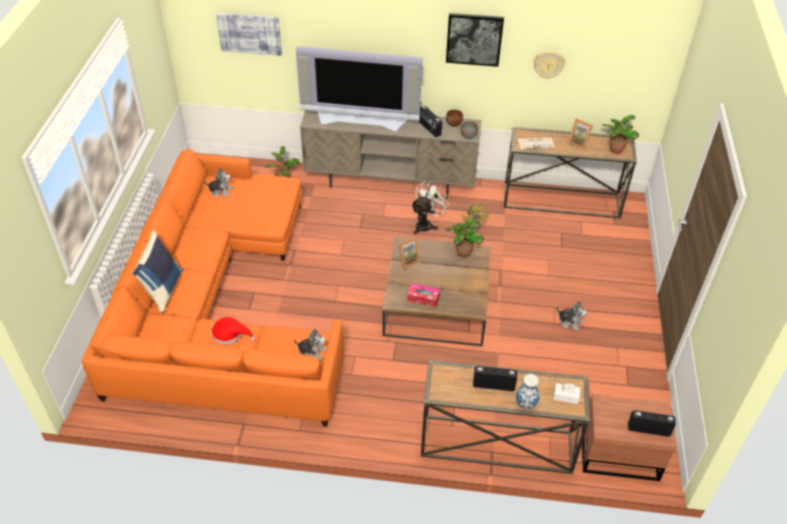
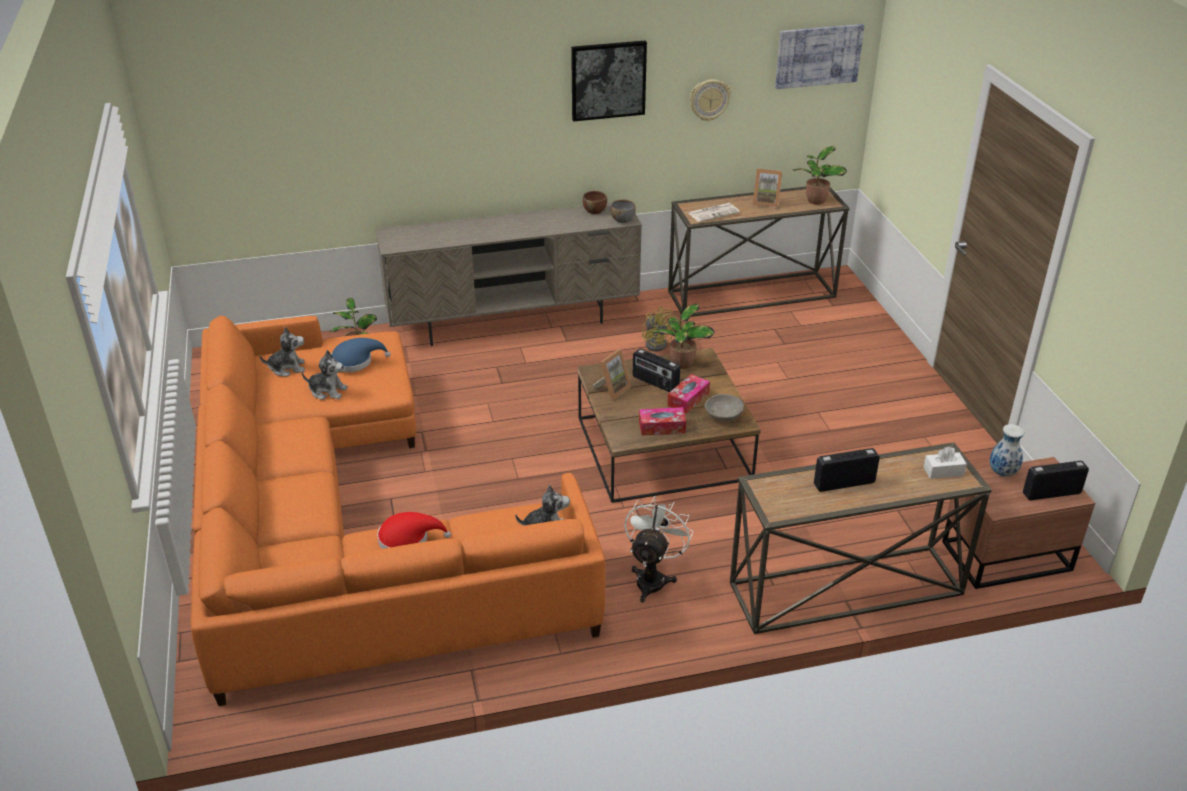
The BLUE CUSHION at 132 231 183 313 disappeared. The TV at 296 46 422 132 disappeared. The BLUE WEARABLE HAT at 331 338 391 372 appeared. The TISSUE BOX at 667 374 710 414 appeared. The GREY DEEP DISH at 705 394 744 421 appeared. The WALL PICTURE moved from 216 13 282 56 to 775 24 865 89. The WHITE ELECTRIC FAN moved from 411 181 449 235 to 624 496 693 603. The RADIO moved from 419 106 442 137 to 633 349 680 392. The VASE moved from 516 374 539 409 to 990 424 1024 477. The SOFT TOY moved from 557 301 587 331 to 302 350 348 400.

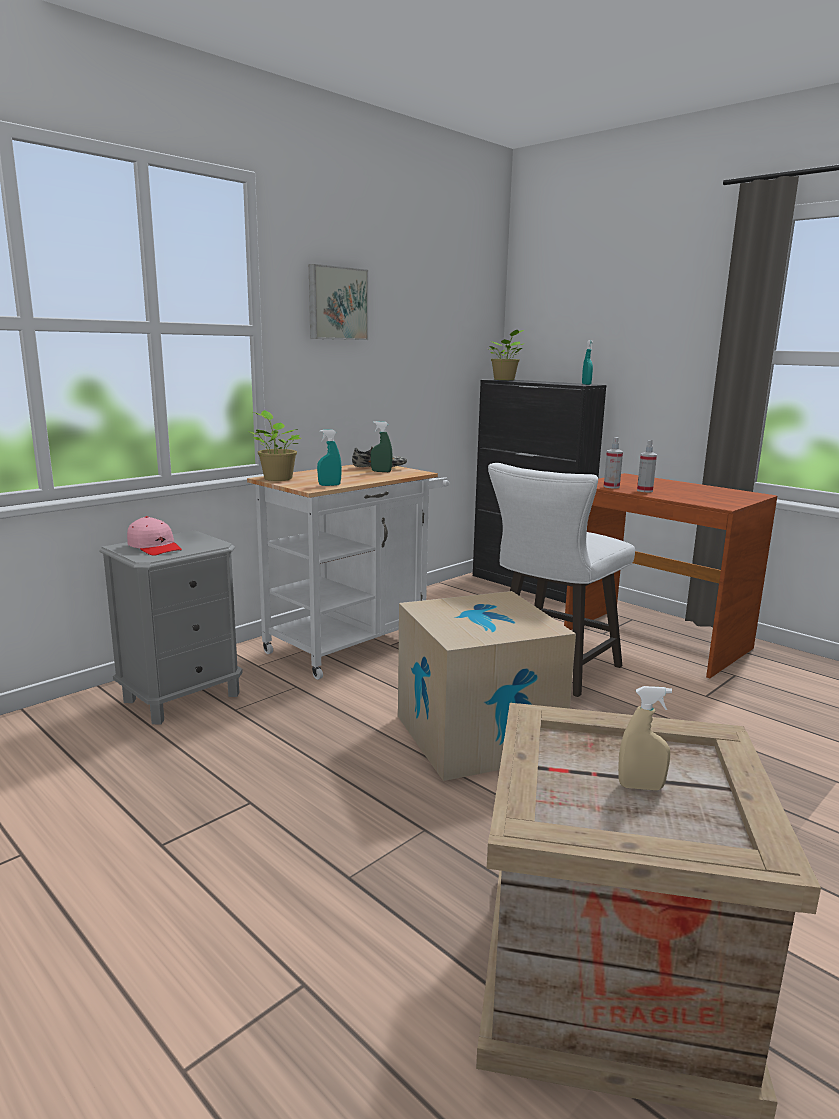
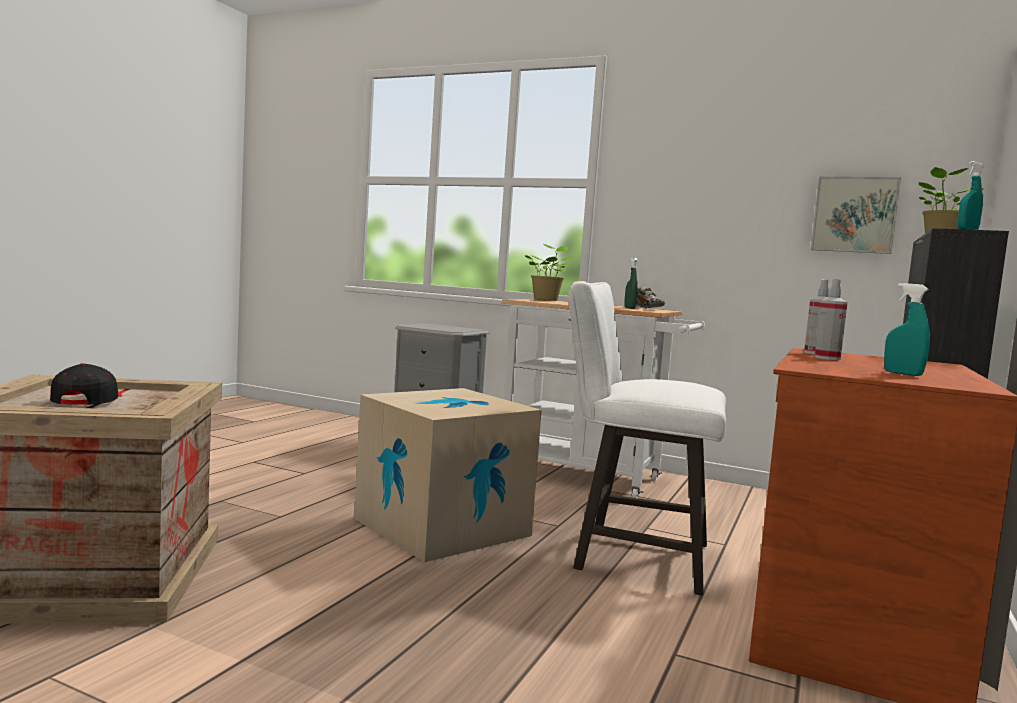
The PINK CAP at 127 516 182 556 disappeared. The WALL PICTURE moved from 309 264 368 340 to 811 177 901 254. The TURQUOISE-COLOURED HAND SPRAYER moved from 317 430 342 486 to 884 283 930 376. The SAND-COLOURED HAND SPRAYER at 618 686 672 790 was replaced by the BLACK CAP at 50 363 122 405.

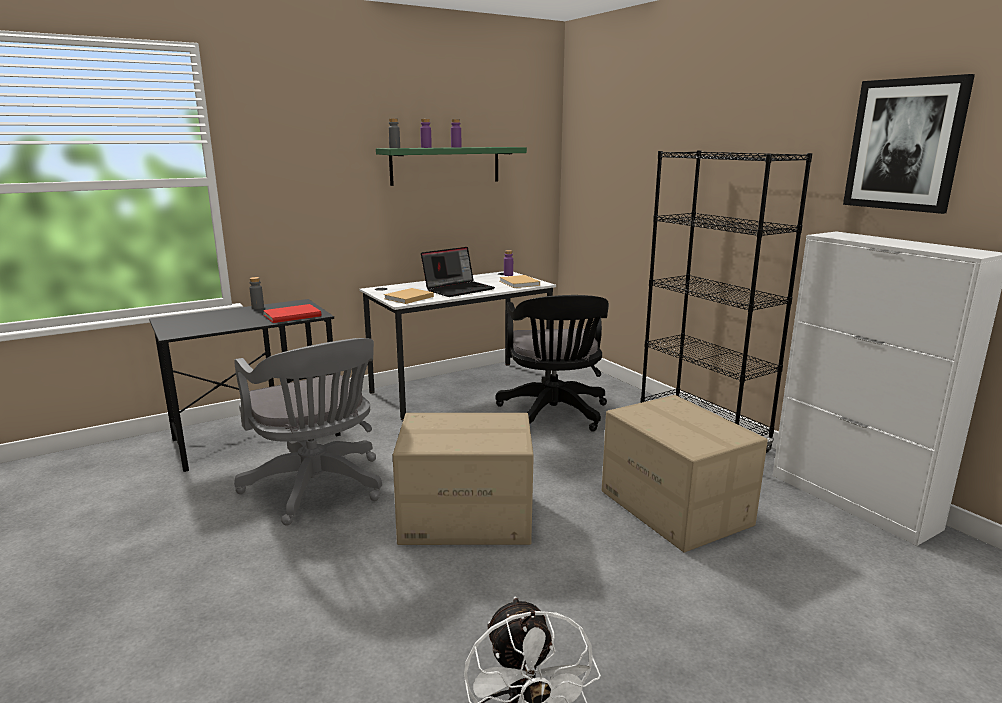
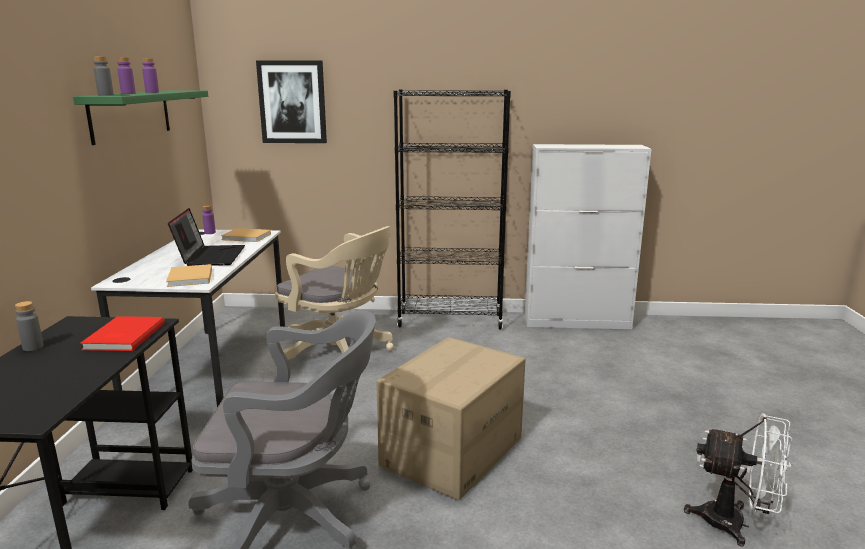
The PACKING BOX at 602 395 768 552 disappeared. The WALL PICTURE moved from 843 74 975 214 to 256 60 327 143. The BLACK OFFICE CHAIR at 495 295 609 432 became the SAND-COLOURED OFFICE CHAIR at 275 226 394 360.

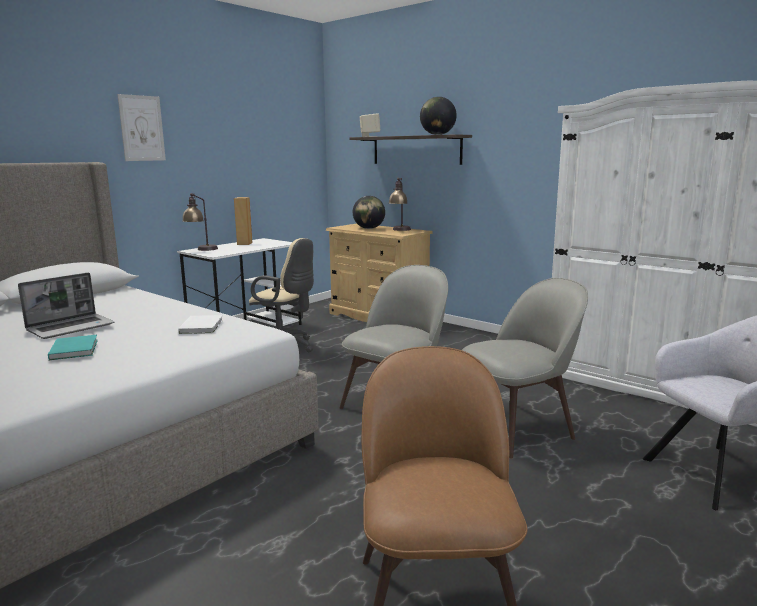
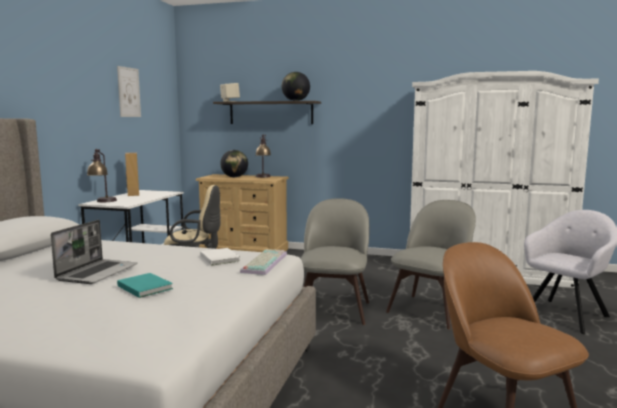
The COMPUTER KEYBOARD at 240 249 287 275 appeared. The WALL PICTURE moved from 117 94 166 161 to 117 66 141 117.

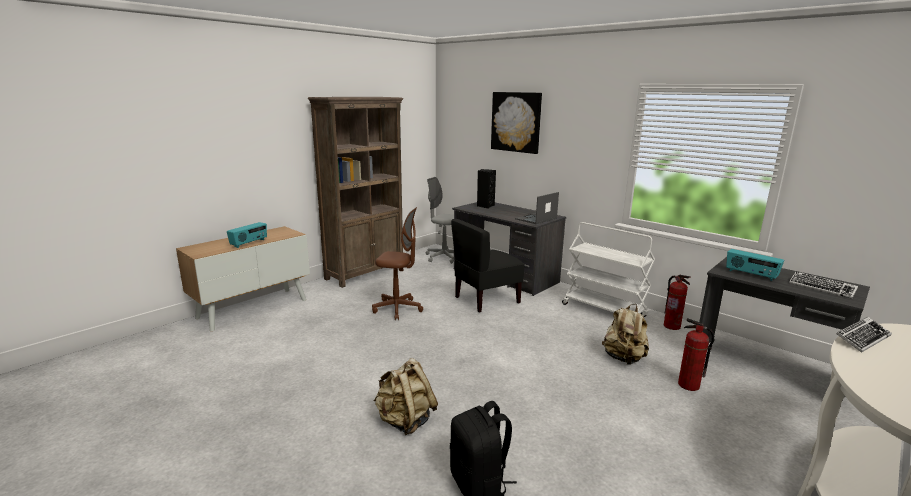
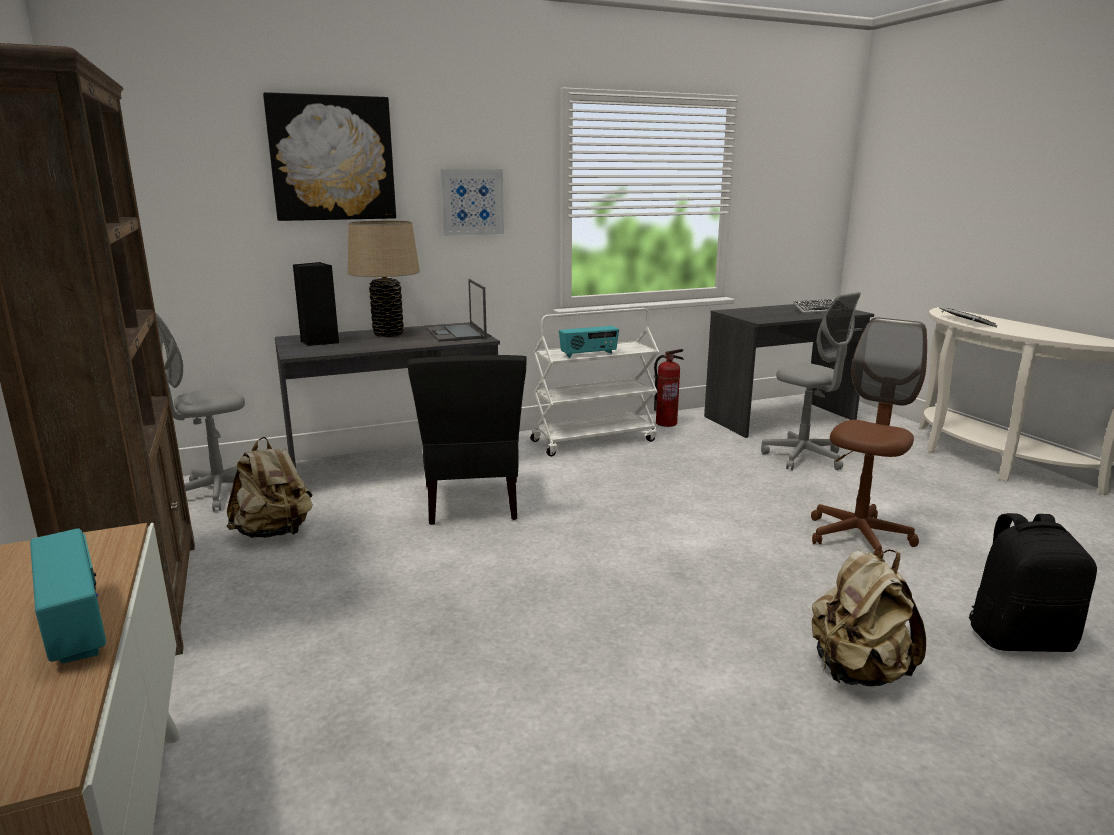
The SAND-COLOURED LAMP FOR A TABLE at 348 220 420 337 appeared. The WALL PICTURE at 440 169 504 236 appeared. The BROWNISH OFFICE CHAIR moved from 372 207 423 320 to 811 317 927 556. The SAND-COLOURED KNAPSACK moved from 602 304 649 365 to 227 437 313 538. The RADIO moved from 726 249 784 281 to 559 326 619 358. The FIRE-FIGHTING CYLINDER at 678 318 715 391 was replaced by the GREY OFFICE CHAIR at 761 292 861 470.

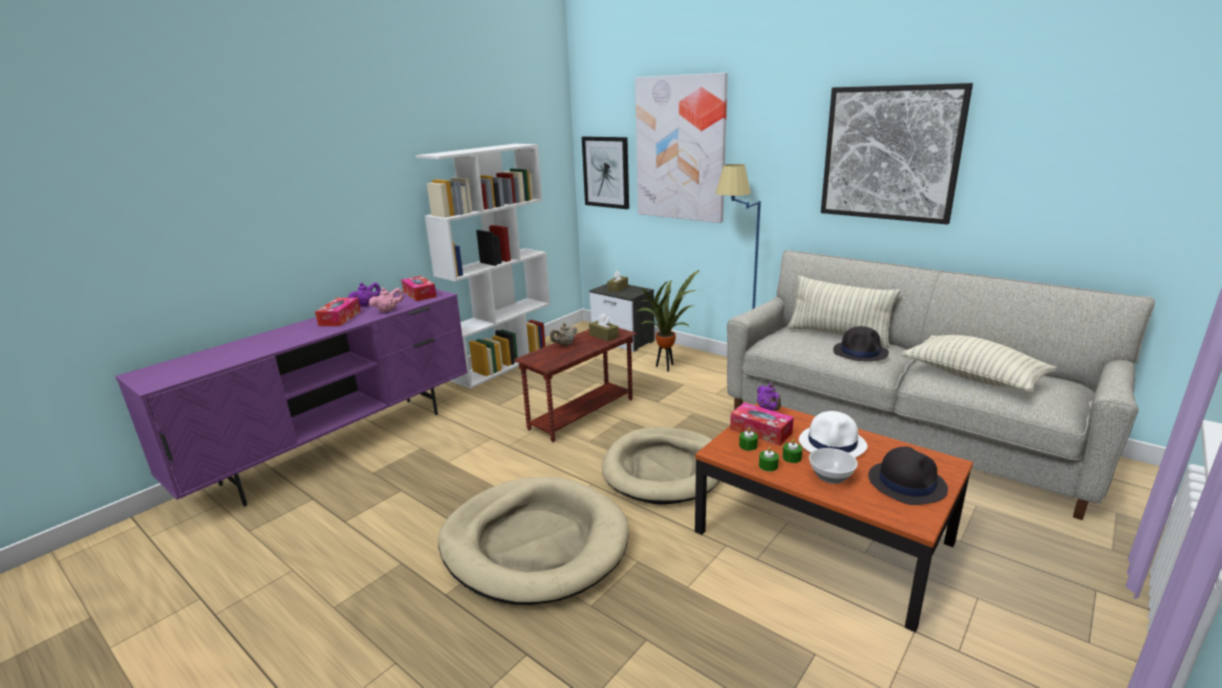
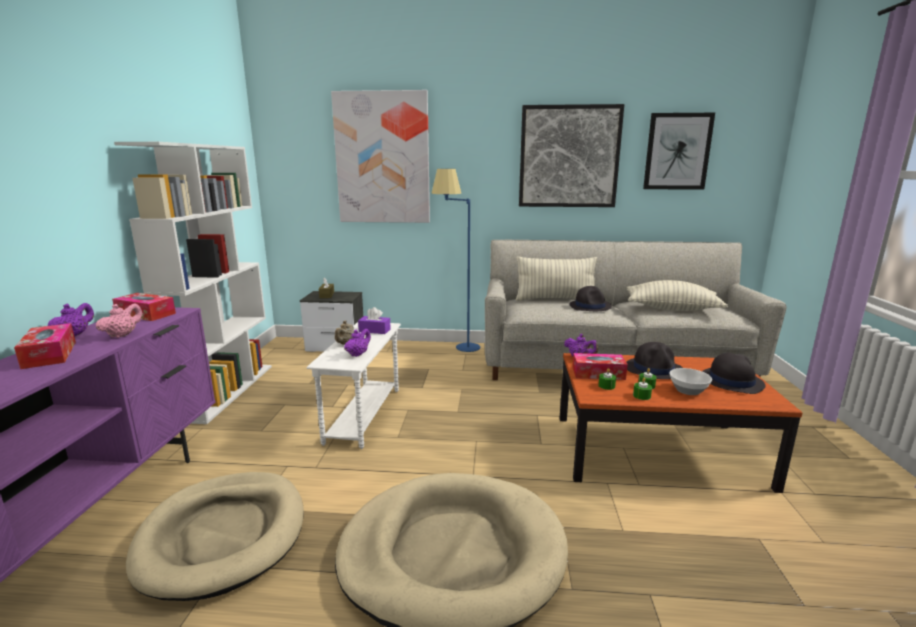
The HOUSEPLANT at 637 270 700 372 disappeared. The PURPLE-COLOURED POT FOR TEA at 344 329 371 357 appeared. The WALL PICTURE moved from 582 136 629 209 to 643 113 715 190. The SAND-COLOURED DOG BED moved from 602 427 719 505 to 126 472 304 601. The BROWNISH ACCENT TABLE at 514 328 636 442 became the WHITE ACCENT TABLE at 306 322 401 449. The BROWNISH TISSUE BOX at 589 313 619 341 became the PURPLE-COLOURED TISSUE BOX at 358 307 391 334. The WHITE WEARABLE HAT at 799 411 867 458 became the BLACK WEARABLE HAT at 627 342 683 379.

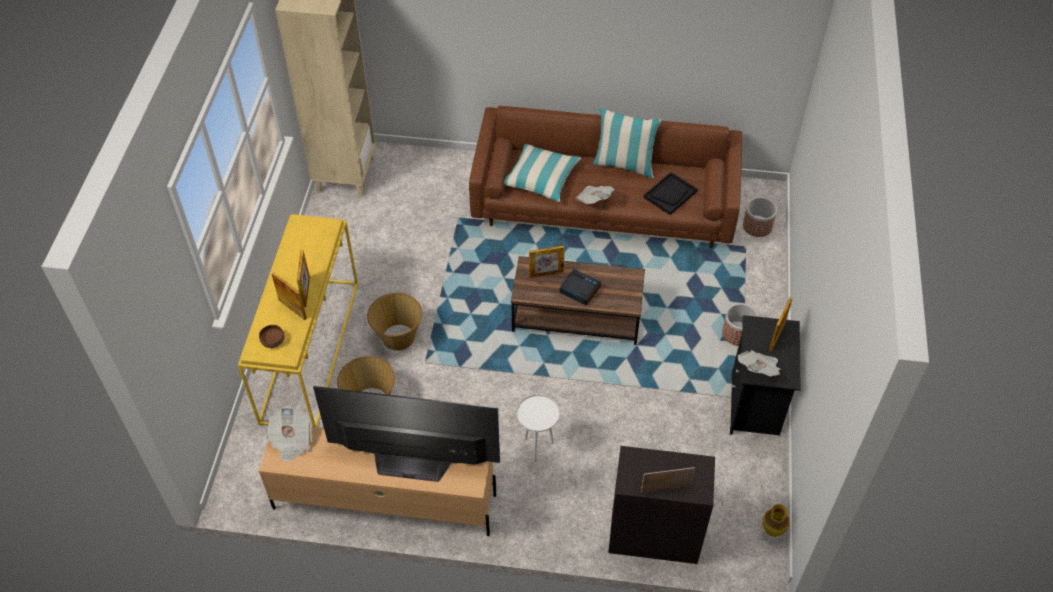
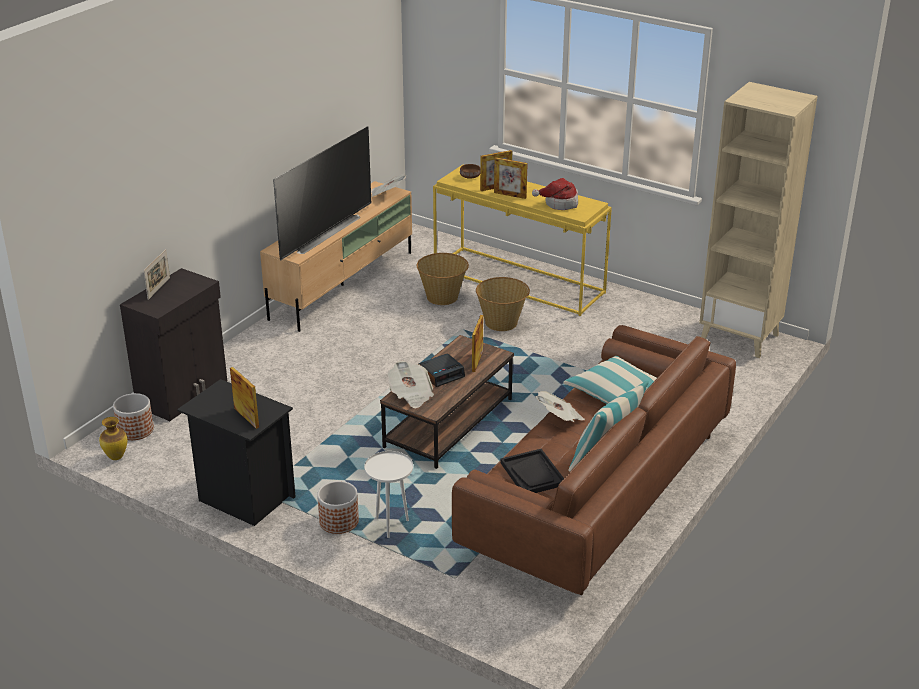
The WEARABLE HAT at 532 178 578 210 appeared. The WHITE ACCENT TABLE moved from 517 394 560 462 to 364 451 413 538. The DAILY PAPER moved from 738 350 780 377 to 388 360 434 408. The PLANTER moved from 743 197 777 237 to 113 393 154 440.

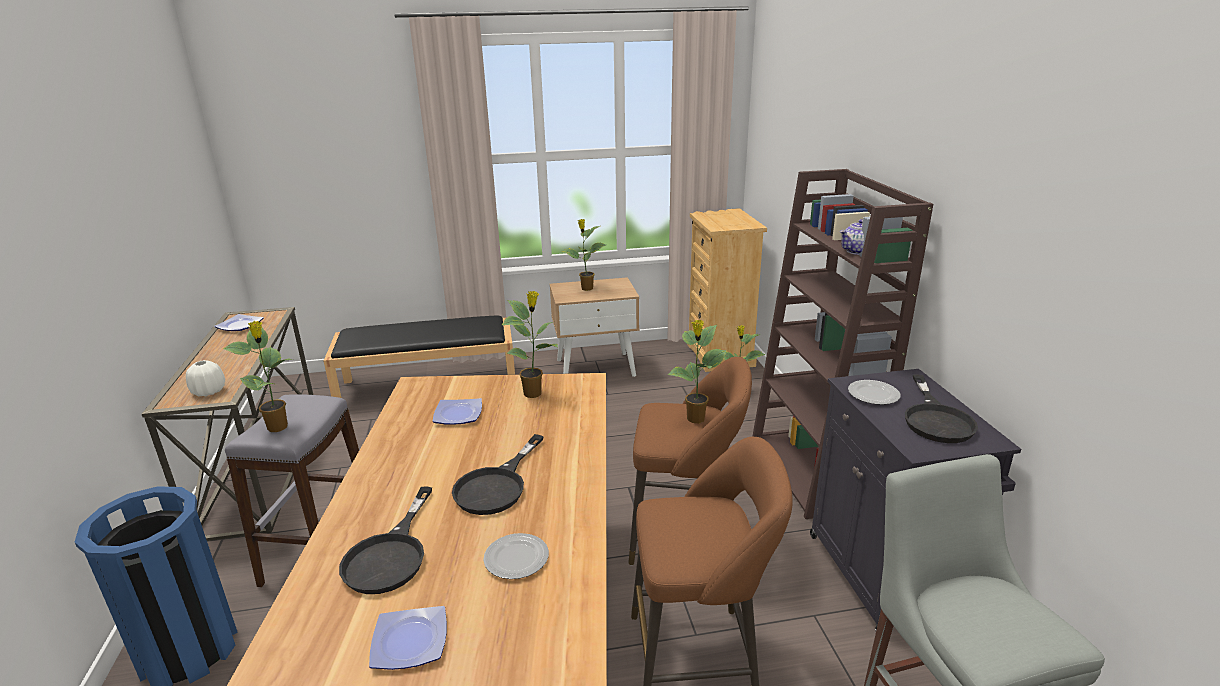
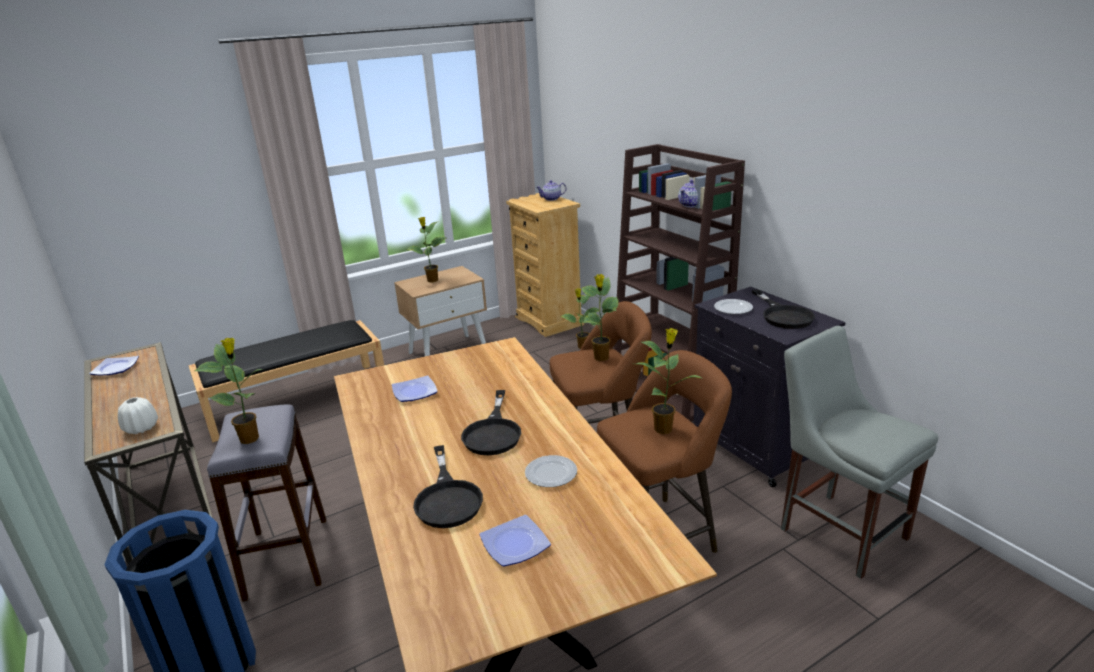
The POT FOR TEA at 536 180 566 201 appeared. The HOUSEPLANT moved from 502 291 558 398 to 636 328 701 434.

